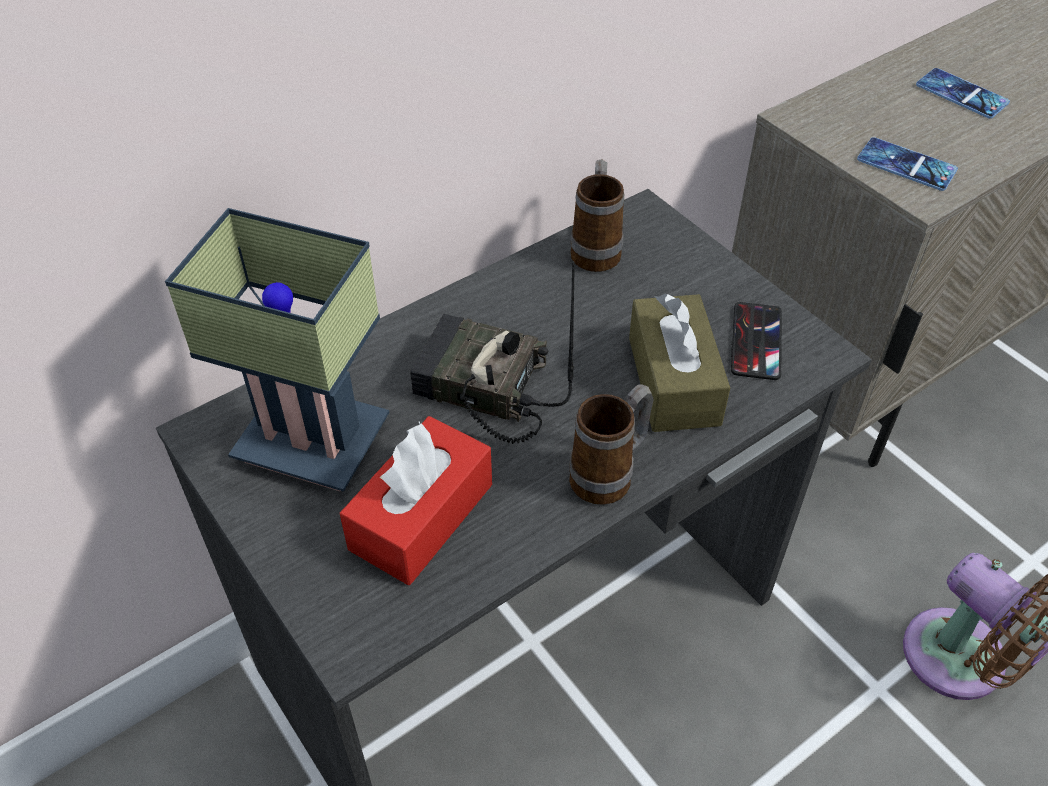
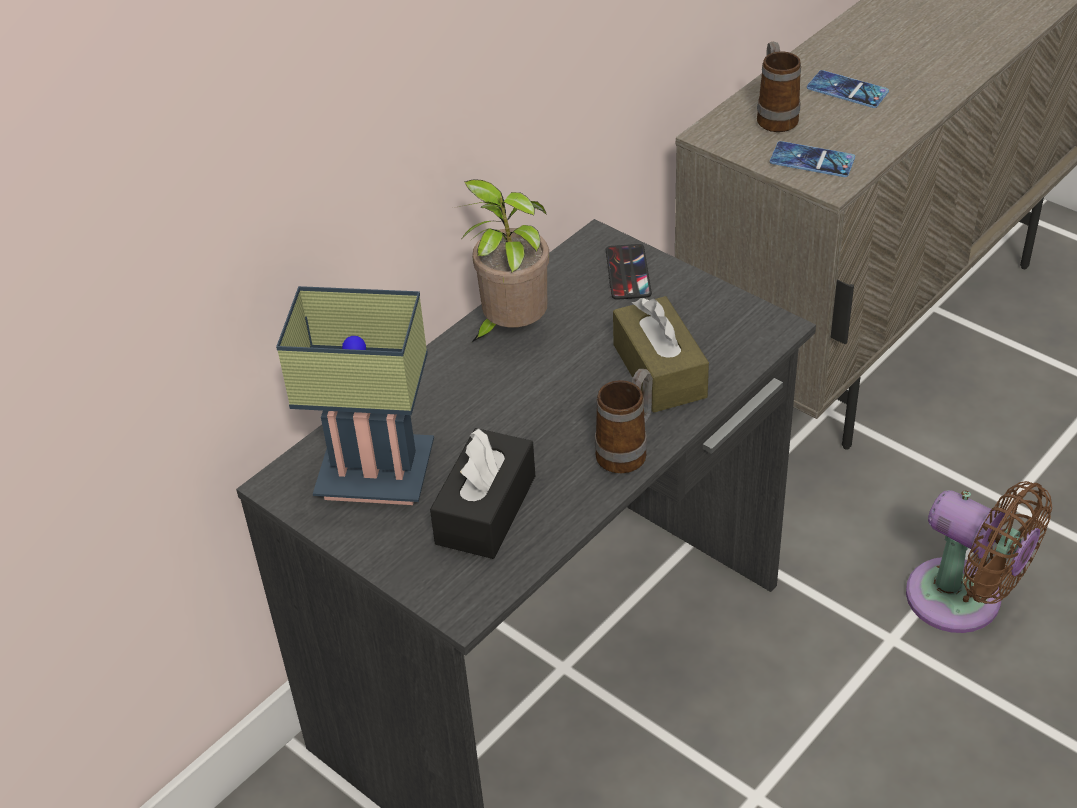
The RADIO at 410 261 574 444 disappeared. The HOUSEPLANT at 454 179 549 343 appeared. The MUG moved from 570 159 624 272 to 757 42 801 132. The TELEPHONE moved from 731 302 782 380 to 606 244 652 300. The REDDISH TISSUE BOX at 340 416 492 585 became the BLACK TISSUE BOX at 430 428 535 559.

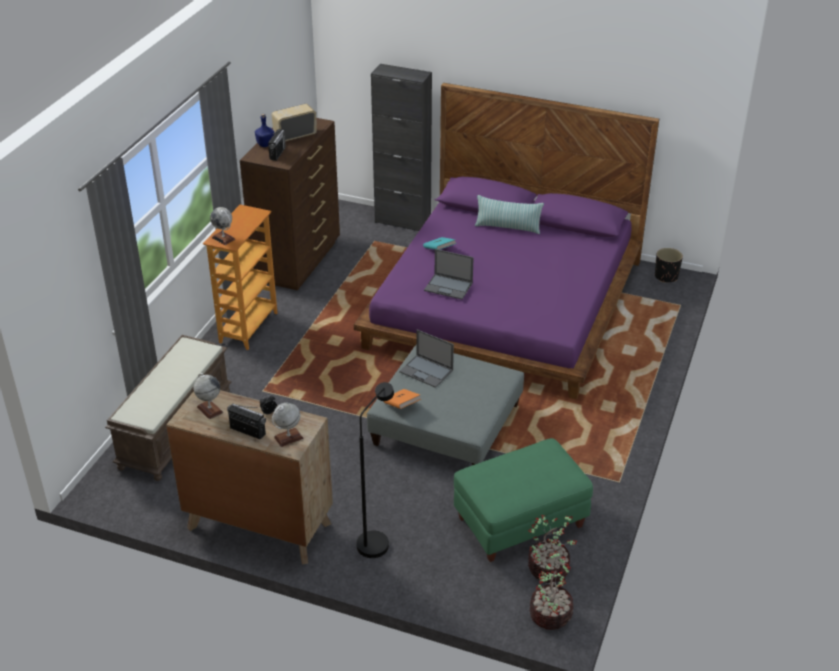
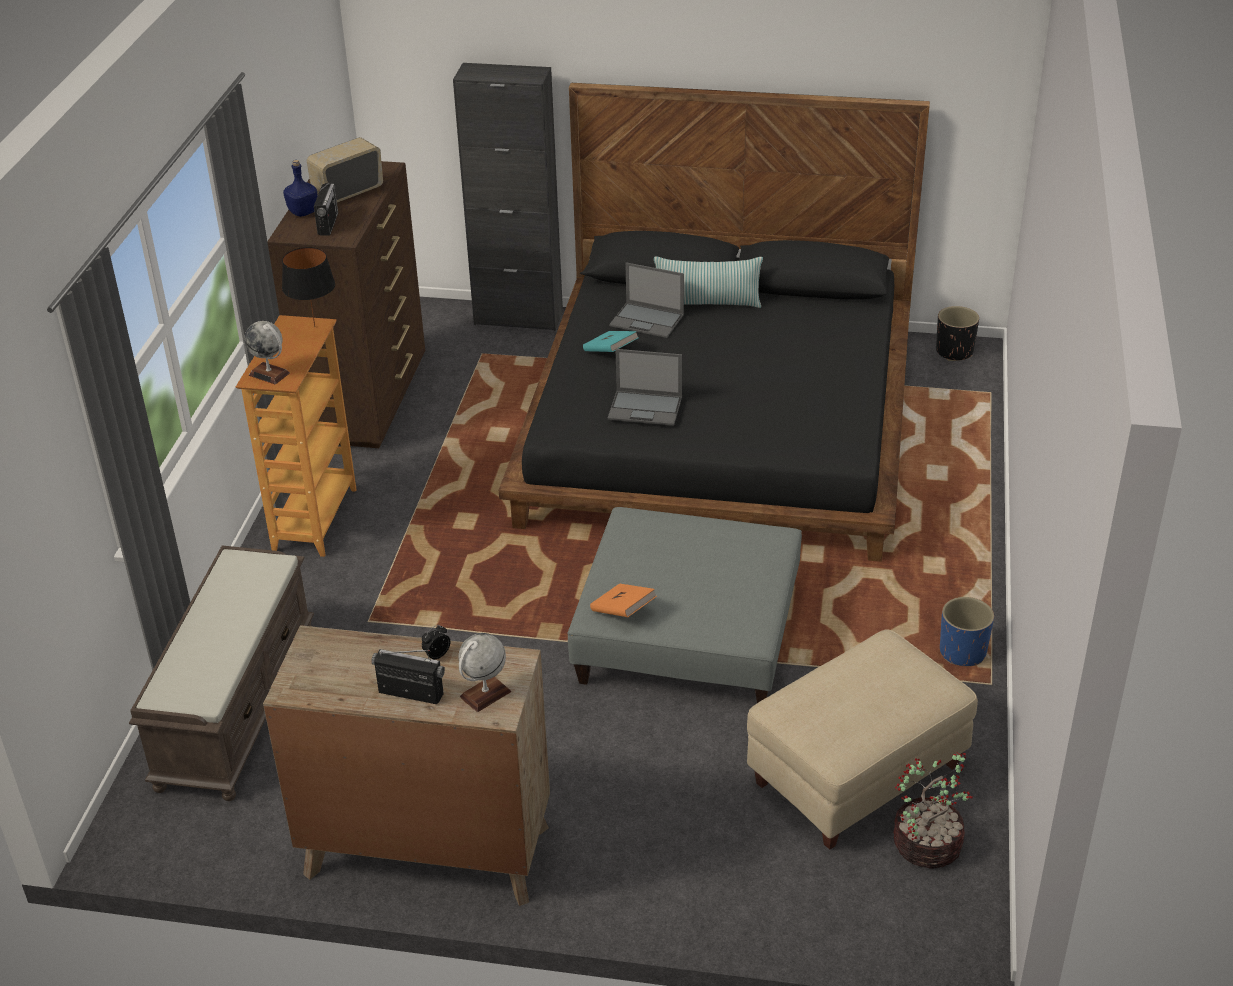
The DESK GLOBE at 194 373 223 419 disappeared. The BLACK STANDARD LAMP at 356 382 394 558 disappeared. The HOUSEPLANT at 530 551 573 630 disappeared. The BLACK LAMP FOR A TABLE at 282 247 335 327 appeared. The BLUE PLANTER at 940 597 994 666 appeared. The LAPTOP moved from 399 329 454 388 to 609 262 684 338. The PURPLE-COLOURED BED at 354 83 659 399 became the BLACK BED at 499 83 930 562. The GREEN OTTOMAN at 454 438 593 562 became the SAND-COLOURED OTTOMAN at 747 629 978 850.

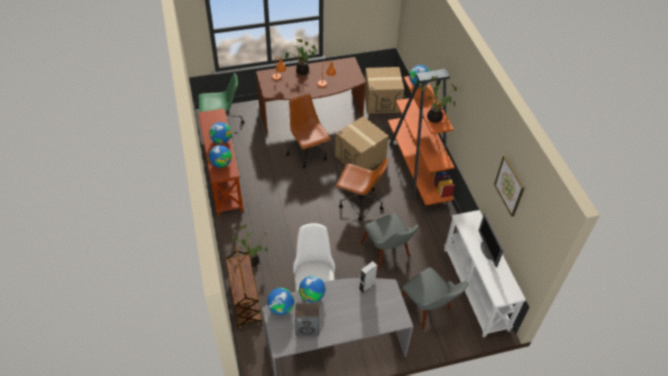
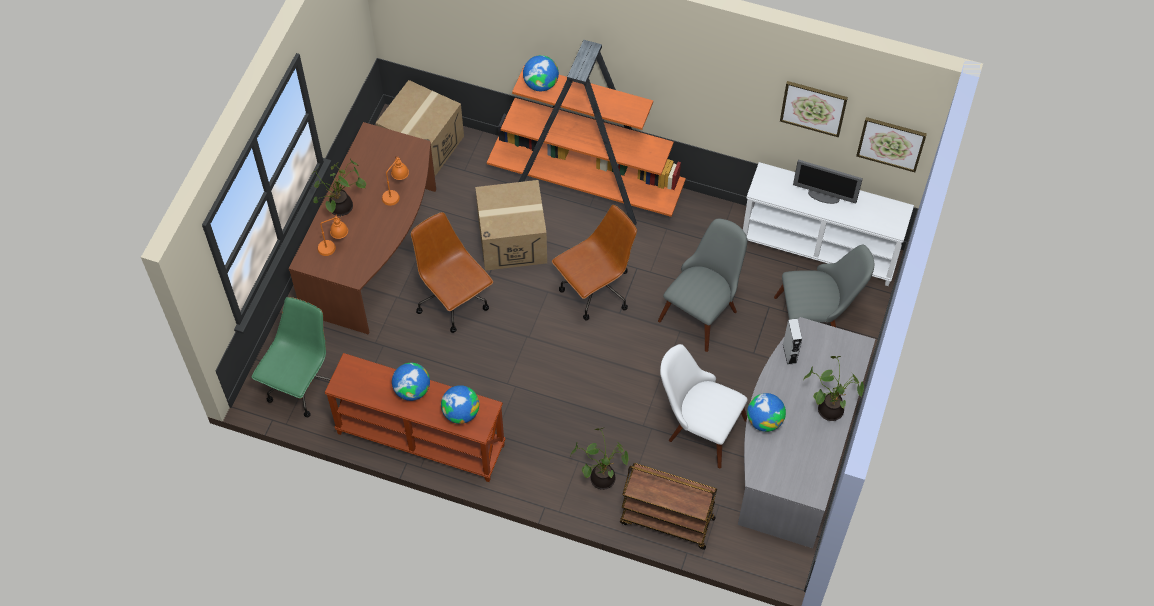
The DESK GLOBE at 267 288 294 315 disappeared. The AUDIO SPEAKER at 295 303 319 336 disappeared. The WALL PICTURE at 856 117 927 172 appeared. The HOUSEPLANT moved from 421 76 457 123 to 803 356 864 421. The BROWNISH OFFICE CHAIR at 286 94 331 168 turned 45 degrees clockwise. The GREY CHAIR at 360 213 419 269 turned 60 degrees counterclockwise.

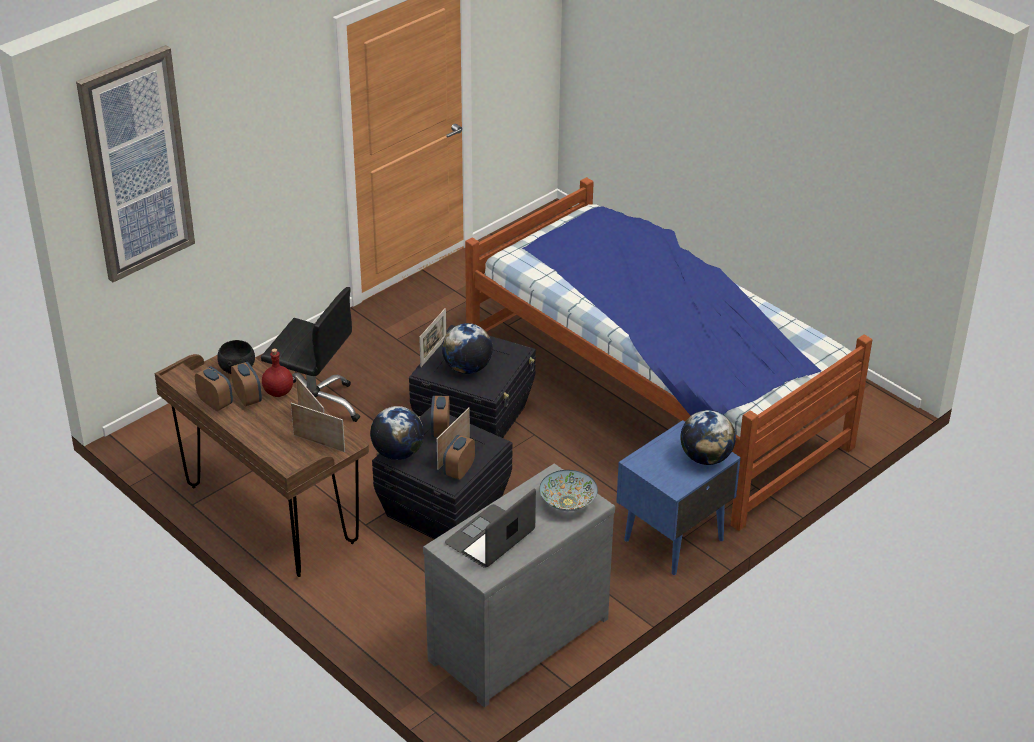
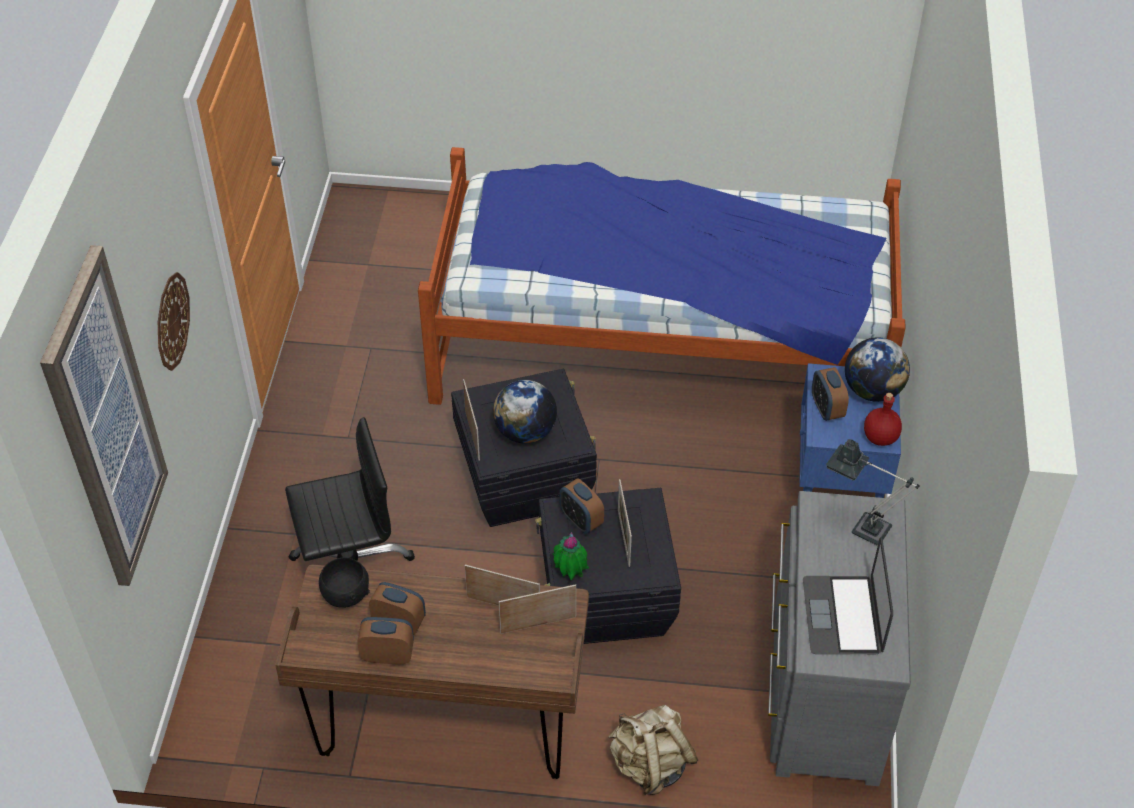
The HANGING CLOCK at 158 272 190 371 appeared. The SAND-COLOURED KNAPSACK at 609 705 698 795 appeared. The REDDISH BOTTLE moved from 262 349 293 397 to 864 393 902 446. The BEDSIDE CLOCK moved from 443 435 475 480 to 812 367 849 421. The DESK GLOBE at 370 406 424 460 was replaced by the HOUSEPLANT at 553 532 589 580. The DEEP DISH at 539 470 598 511 was replaced by the LAMP FOR A TABLE at 826 439 920 546.

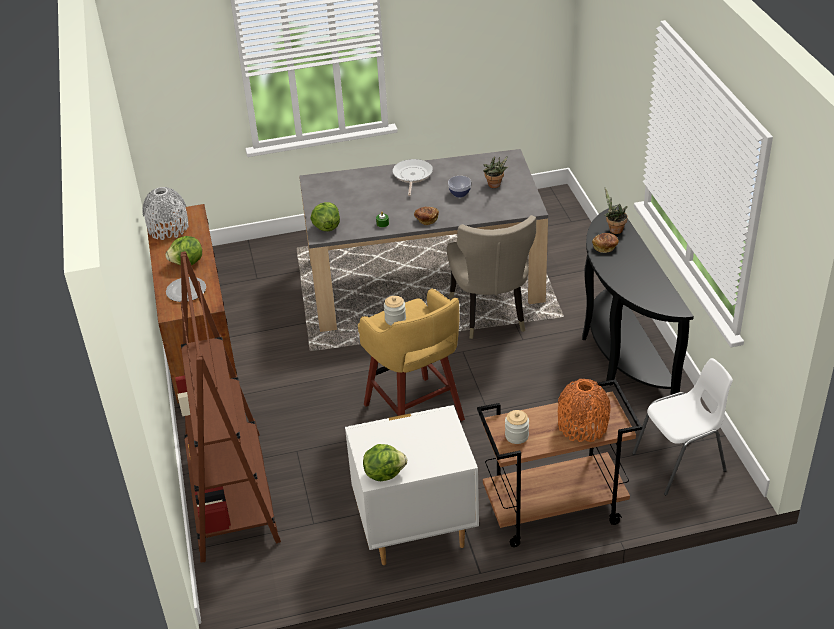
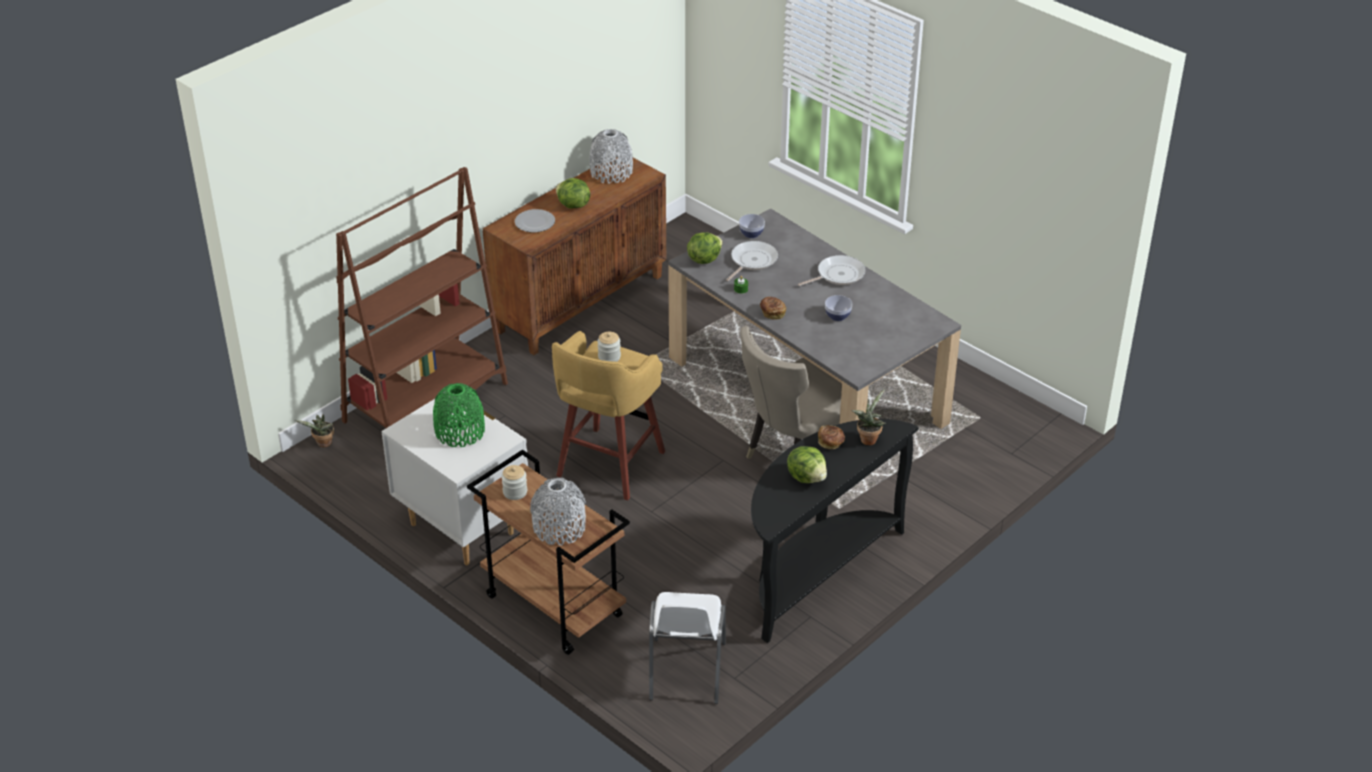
The GREEN VASE at 433 383 485 447 appeared. The SKILLET at 726 241 778 281 appeared. The DEEP DISH at 739 214 765 238 appeared. The LETTUCE HEAD moved from 363 444 407 481 to 787 446 827 483. The HOUSEPLANT moved from 483 156 508 188 to 295 414 334 447. The ORANGEY VASE at 558 379 610 442 became the GREY VASE at 530 478 586 545. The WHITE CHAIR at 632 358 733 496 turned 60 degrees clockwise.

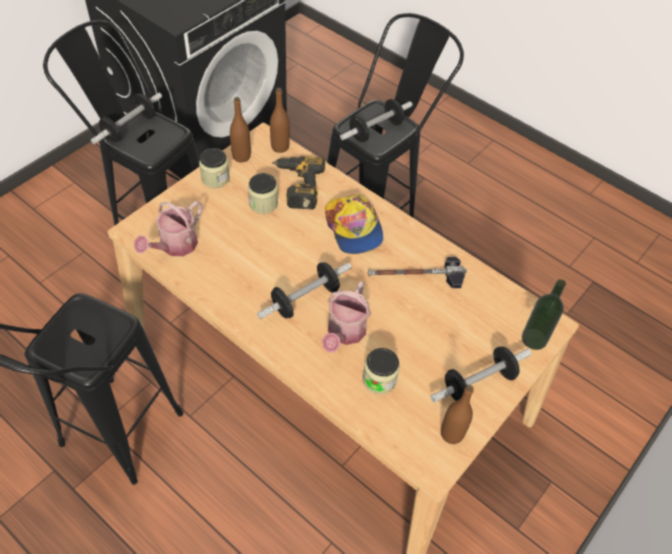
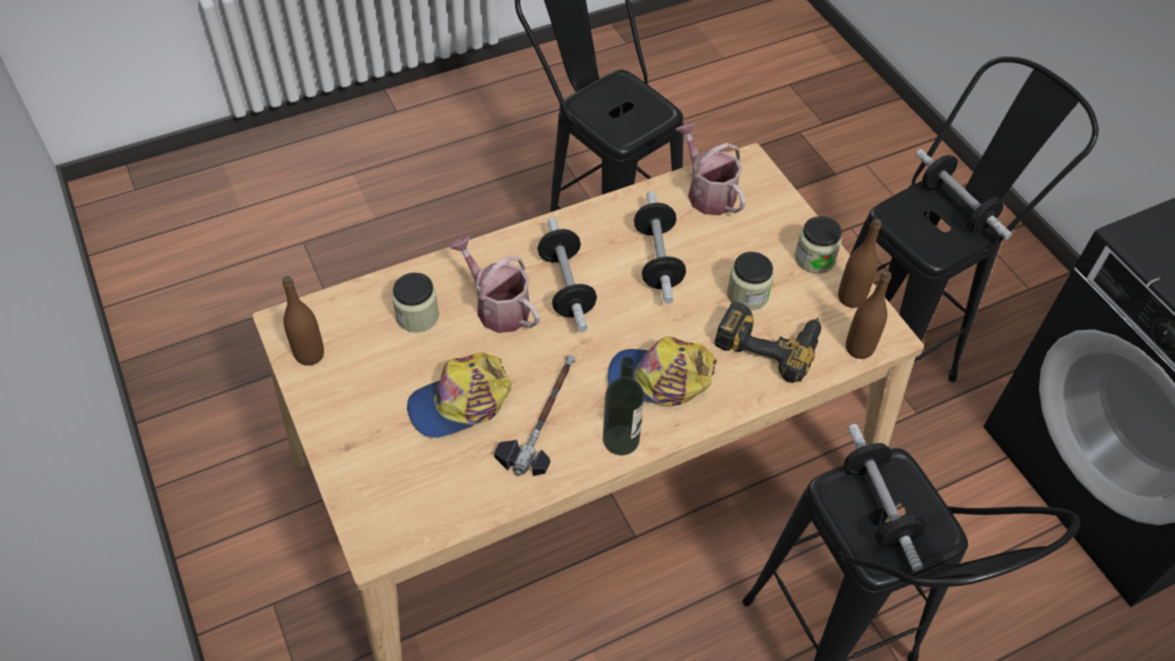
The CAP at 407 352 512 438 appeared. The HAND WEIGHT moved from 430 346 532 403 to 634 191 686 304. The BOTTLE moved from 522 279 566 350 to 603 356 645 455.

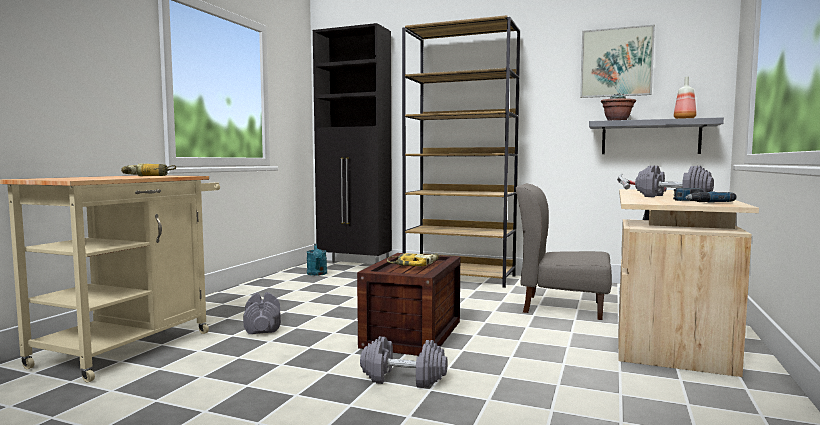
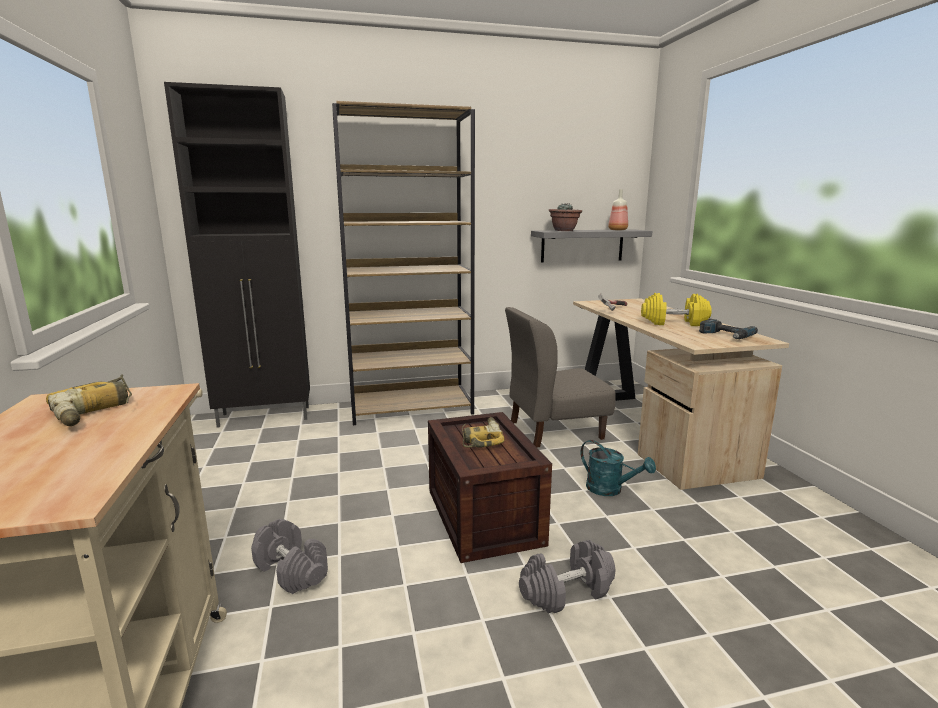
The WALL PICTURE at 580 24 655 98 disappeared. The TURQUOISE-COLOURED WATERING CAN moved from 306 244 327 276 to 581 440 656 496. The GREY HAND WEIGHT at 635 166 714 197 became the YELLOW-COLOURED HAND WEIGHT at 641 293 712 326.

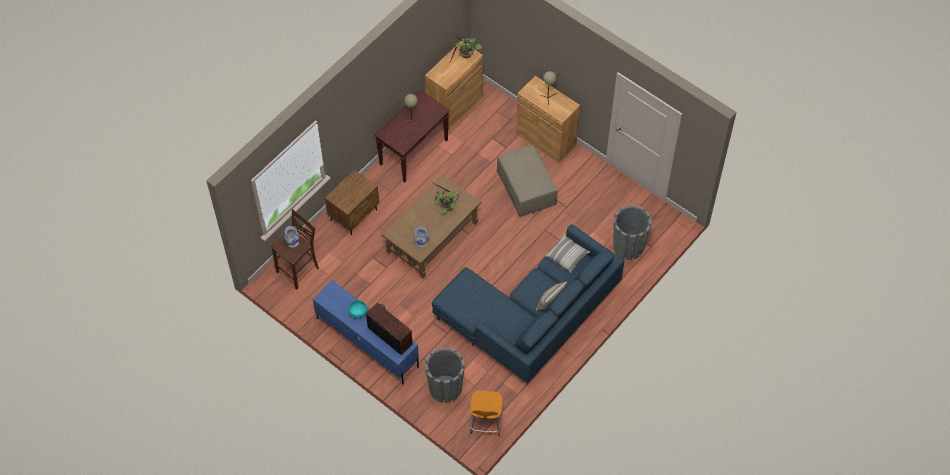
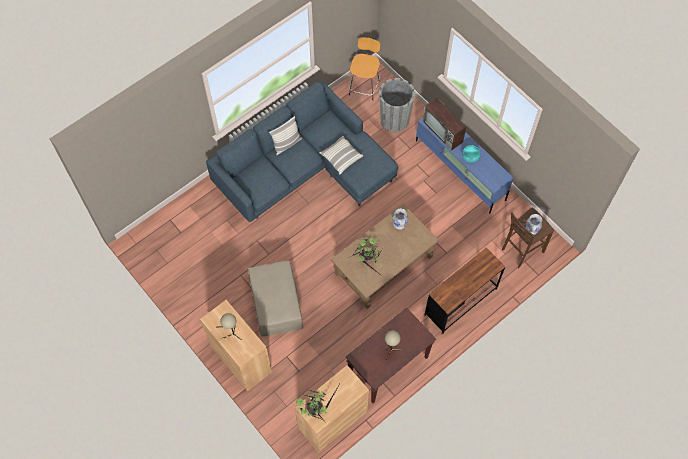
The GREY PLANTER at 613 205 652 260 disappeared. The CUSHION moved from 546 234 590 273 to 320 136 363 174. The BROWNISH NIGHT TABLE at 325 169 379 235 was replaced by the BROWNISH DESK TABLE at 424 248 505 334.

